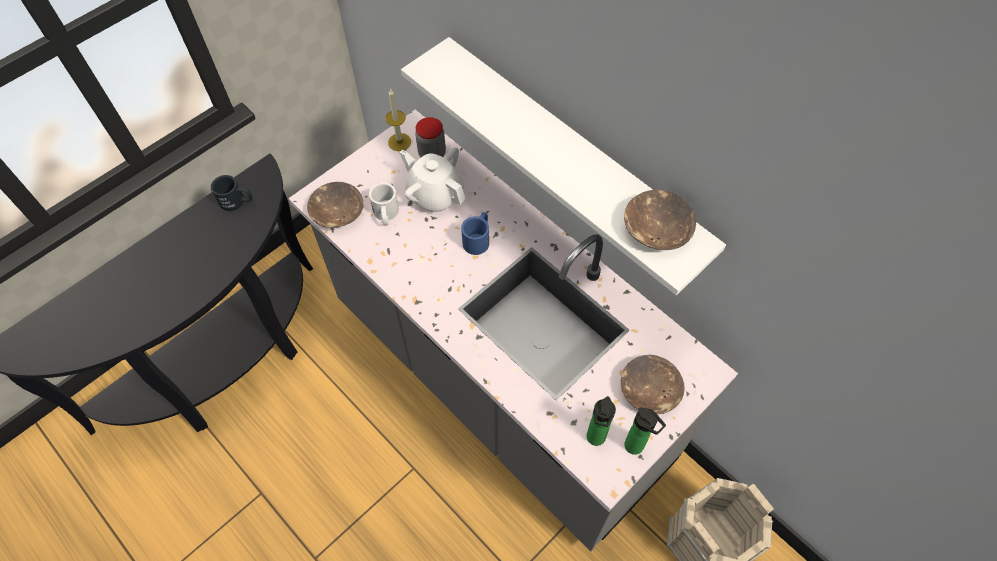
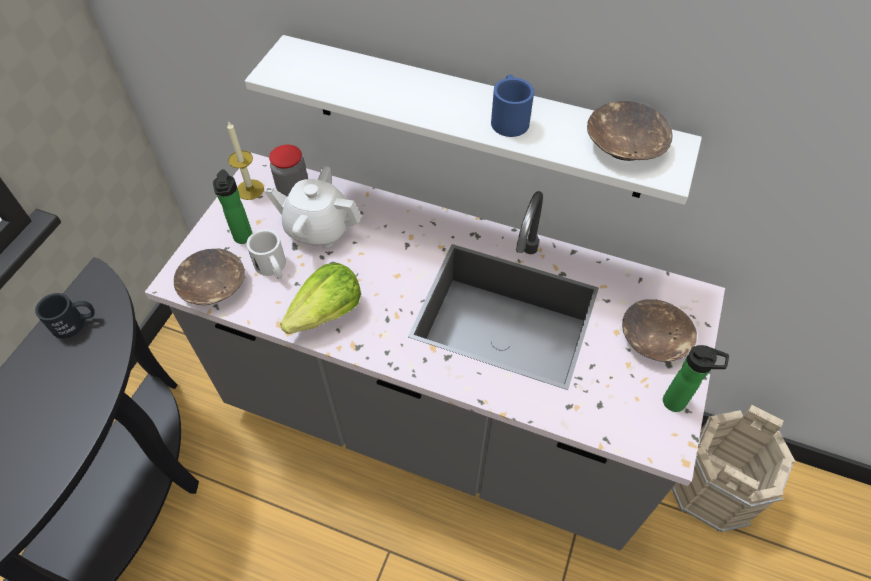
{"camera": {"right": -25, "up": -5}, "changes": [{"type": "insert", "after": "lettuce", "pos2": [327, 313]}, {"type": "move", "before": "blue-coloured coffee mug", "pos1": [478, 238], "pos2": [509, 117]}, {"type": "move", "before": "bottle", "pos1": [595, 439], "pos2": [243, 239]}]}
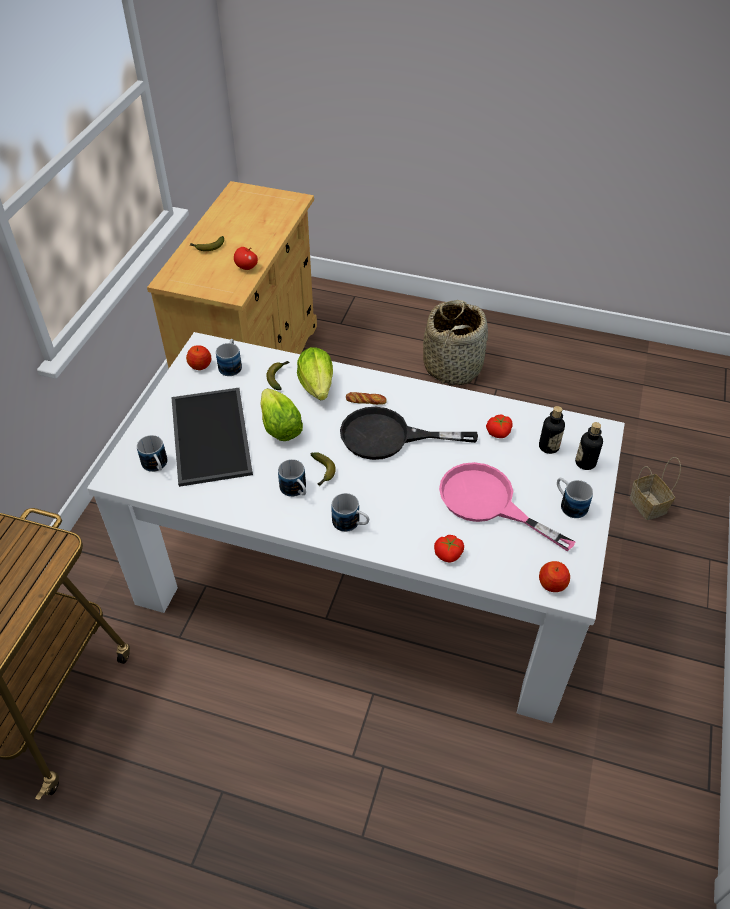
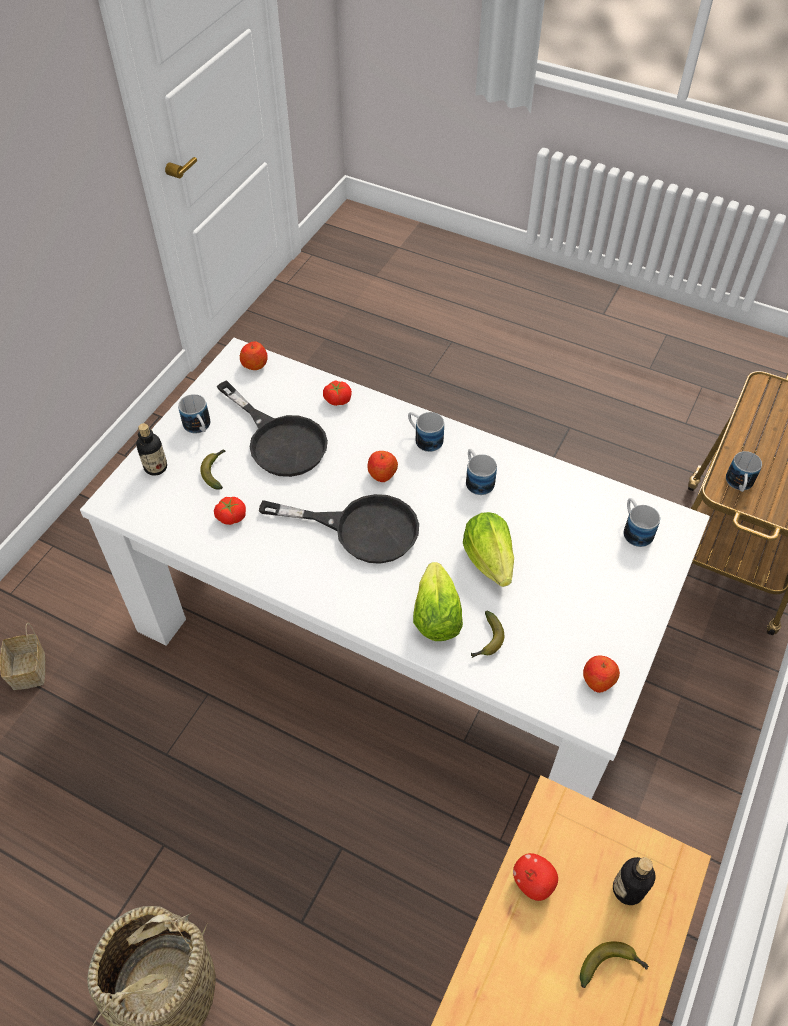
{"camera": {"right": -170, "up": 5}, "changes": [{"type": "delete", "before": "carrying tray", "pos1": [213, 436]}, {"type": "delete", "before": "baked bread", "pos1": [366, 401]}, {"type": "insert", "after": "apple fruit", "pos2": [382, 474]}, {"type": "move", "before": "coffee mug", "pos1": [231, 365], "pos2": [739, 485]}, {"type": "move", "before": "whole banana", "pos1": [322, 472], "pos2": [216, 471]}, {"type": "move", "before": "bottle", "pos1": [548, 447], "pos2": [628, 889]}, {"type": "recolor", "before": "pinkish skillet", "after": "black skillet", "pos1": [488, 503], "pos2": [279, 440]}]}
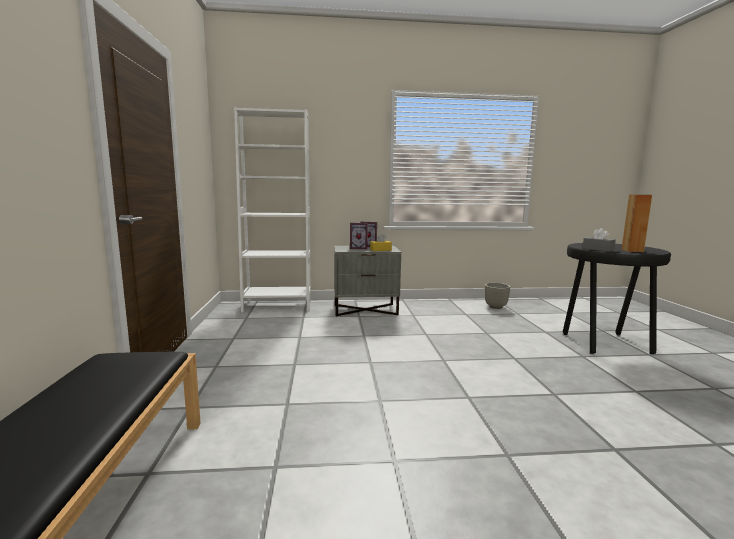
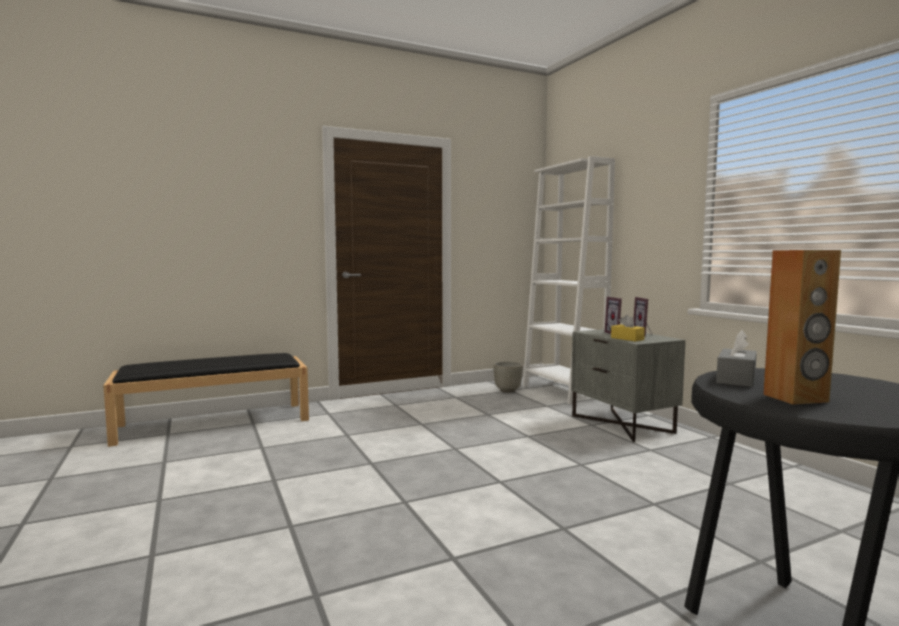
{"camera": {"right": 70, "up": -5}, "changes": [{"type": "move", "before": "greyish plant pot", "pos1": [495, 307], "pos2": [508, 390]}]}
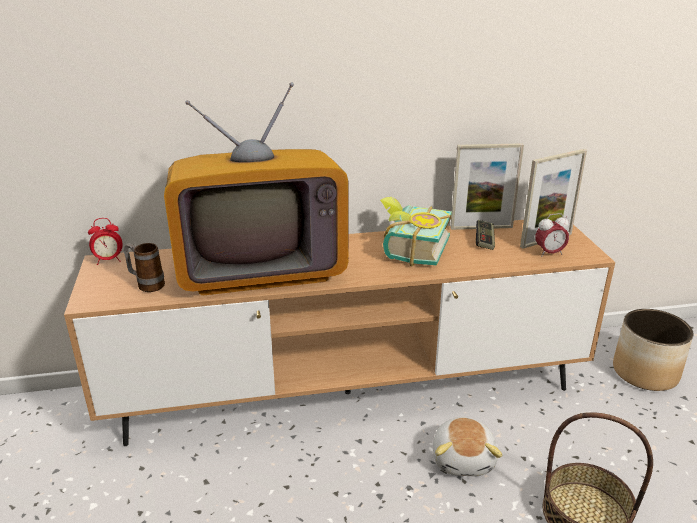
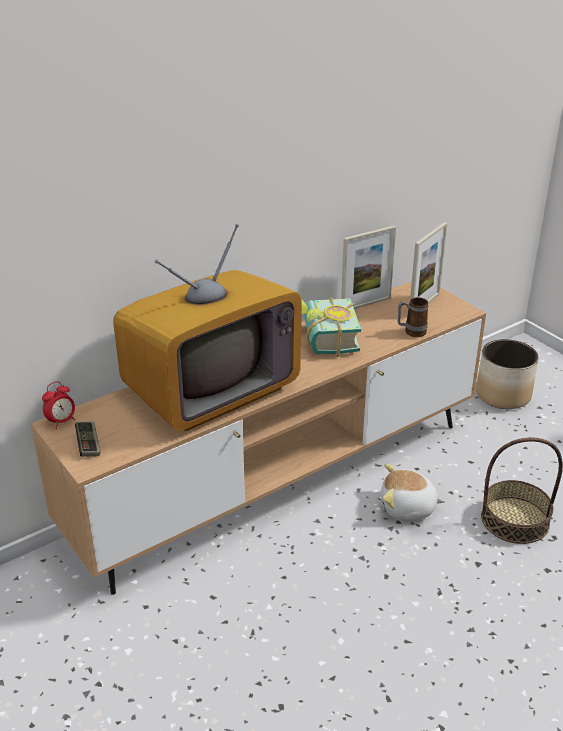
{"camera": {"right": -25, "up": 5}, "changes": [{"type": "delete", "before": "alarm clock", "pos1": [549, 253]}, {"type": "move", "before": "coffee mug", "pos1": [147, 285], "pos2": [411, 332]}, {"type": "move", "before": "game controller", "pos1": [484, 241], "pos2": [88, 445]}, {"type": "rotate", "before": "cuddly toy", "pos1": [464, 459], "pos2": [407, 508], "turn": 120}]}
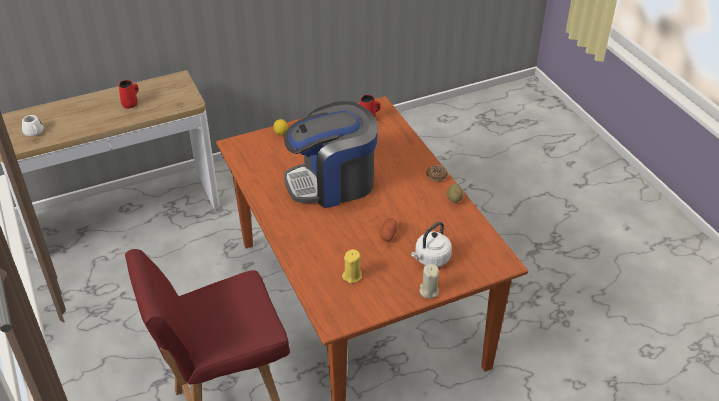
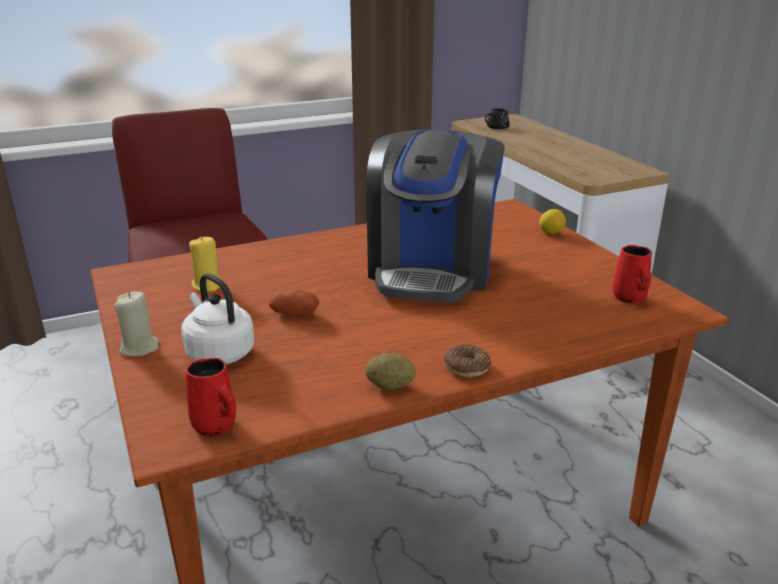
{"camera": {"right": 90, "up": -15}, "changes": [{"type": "move", "before": "red-coloured coffee mug", "pos1": [131, 104], "pos2": [216, 426]}, {"type": "recolor", "before": "whitish coffee mug", "after": "black coffee mug", "pos1": [34, 132], "pos2": [495, 127]}, {"type": "rotate", "before": "coffee machine", "pos1": [332, 183], "pos2": [431, 270], "turn": -150}]}
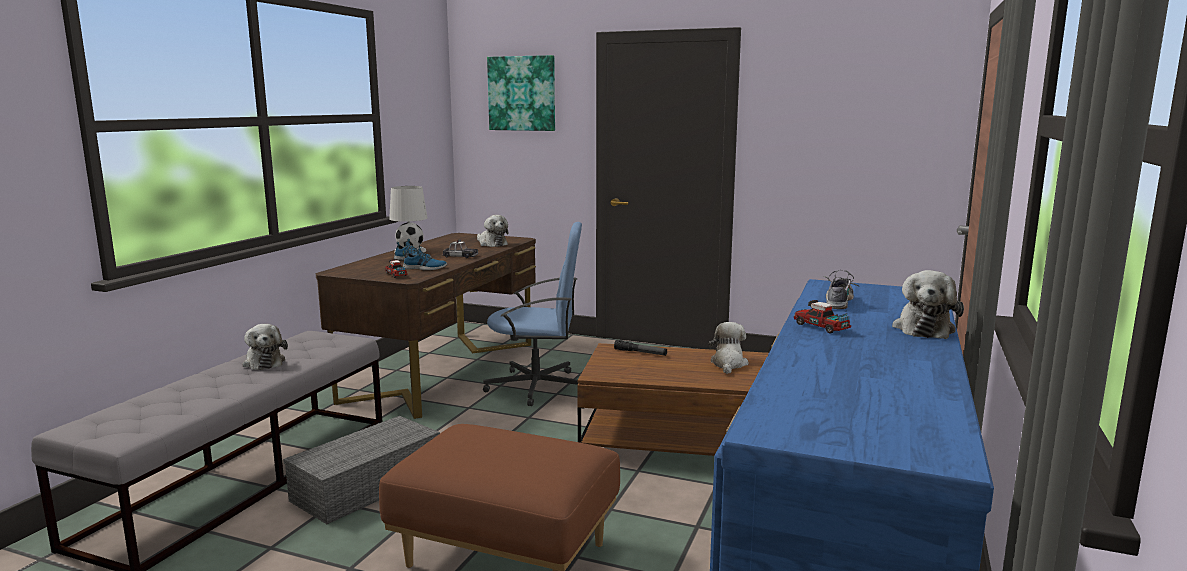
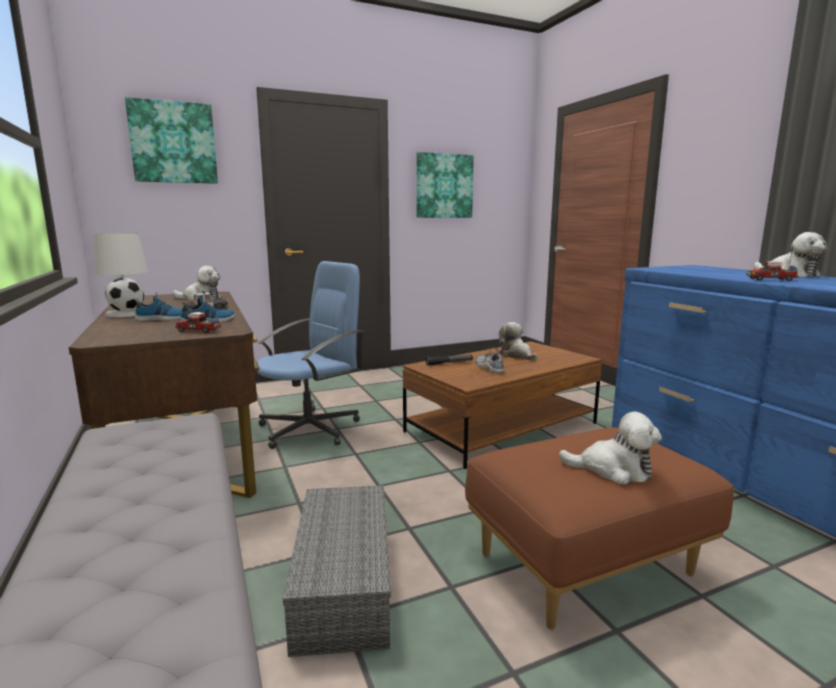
{"camera": {"right": -45, "up": 0}, "changes": [{"type": "insert", "after": "wall art", "pos2": [444, 186]}, {"type": "move", "before": "cuddly toy", "pos1": [264, 362], "pos2": [613, 470]}, {"type": "move", "before": "shoe", "pos1": [838, 302], "pos2": [489, 368]}]}
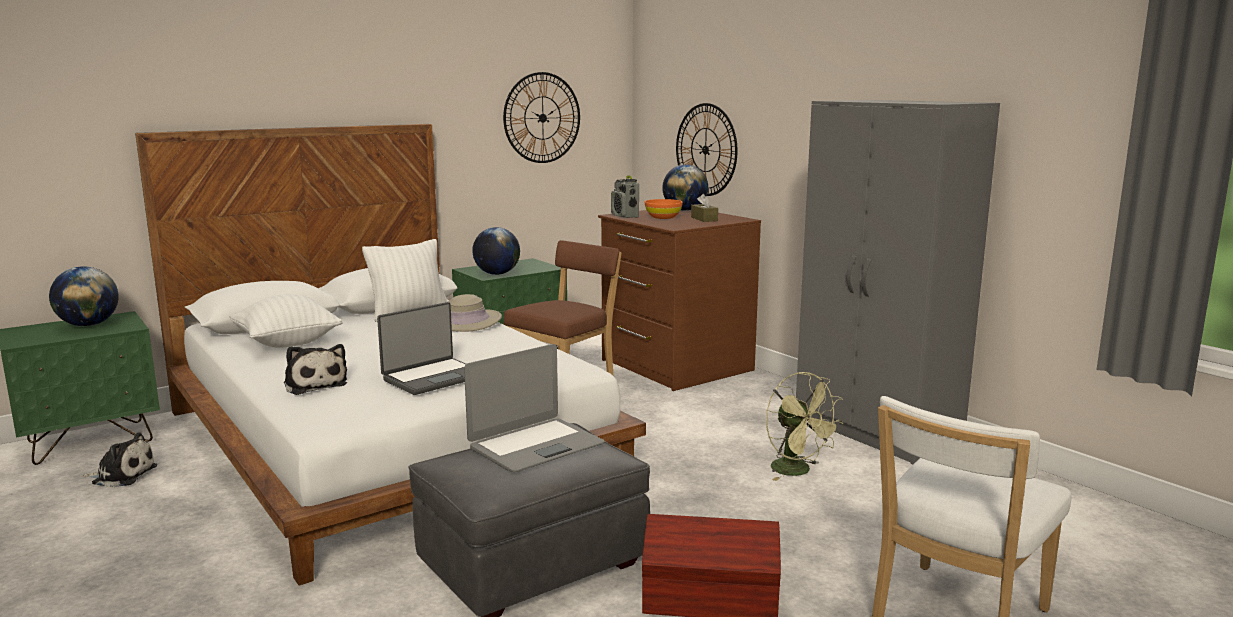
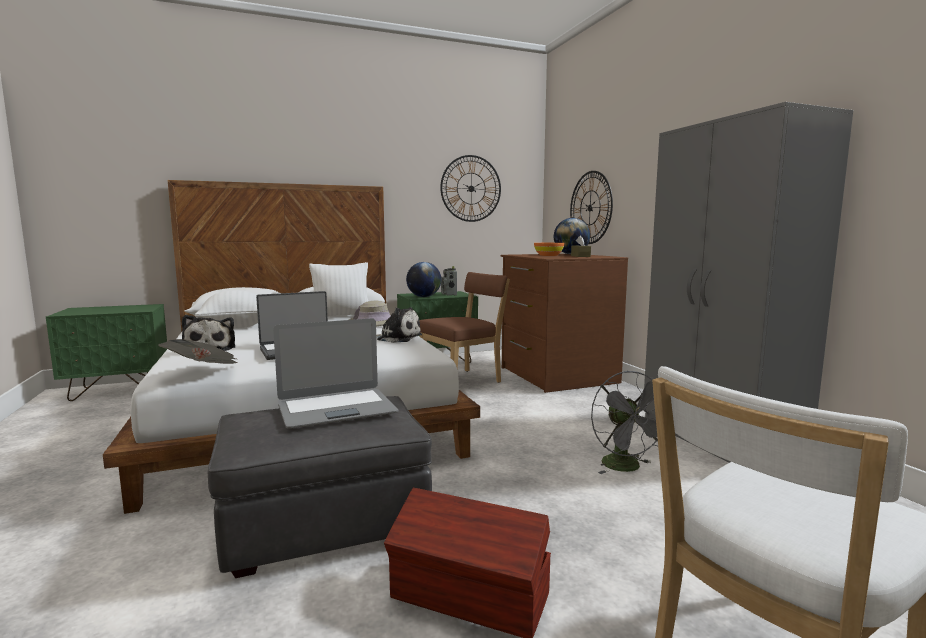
{"camera": {"right": 15, "up": -5}, "changes": [{"type": "delete", "before": "world globe", "pos1": [88, 325]}, {"type": "insert", "after": "printed paper", "pos2": [204, 372]}, {"type": "move", "before": "cuddly toy", "pos1": [122, 475], "pos2": [397, 338]}, {"type": "move", "before": "radio", "pos1": [625, 216], "pos2": [449, 294]}, {"type": "recolor", "before": "greenish electric fan", "after": "greyish electric fan", "pos1": [798, 471], "pos2": [627, 468]}]}
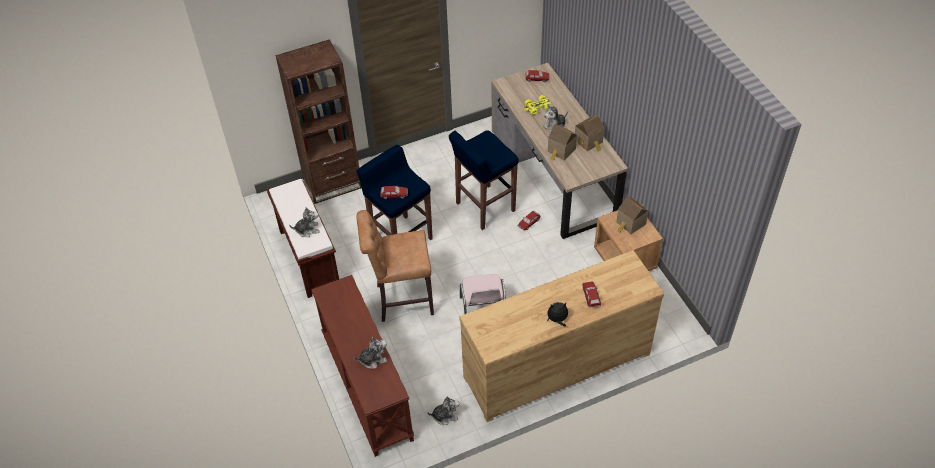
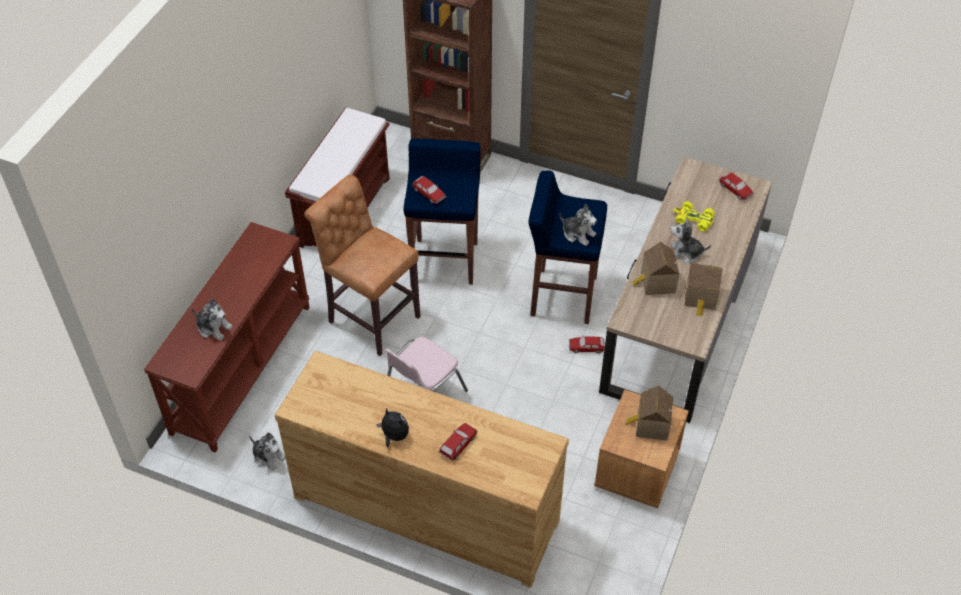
{"camera": {"right": 45, "up": 0}, "changes": [{"type": "move", "before": "cuddly toy", "pos1": [307, 229], "pos2": [578, 234]}]}
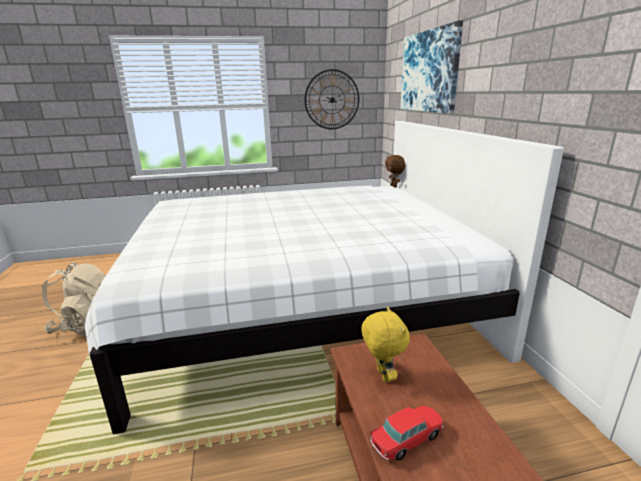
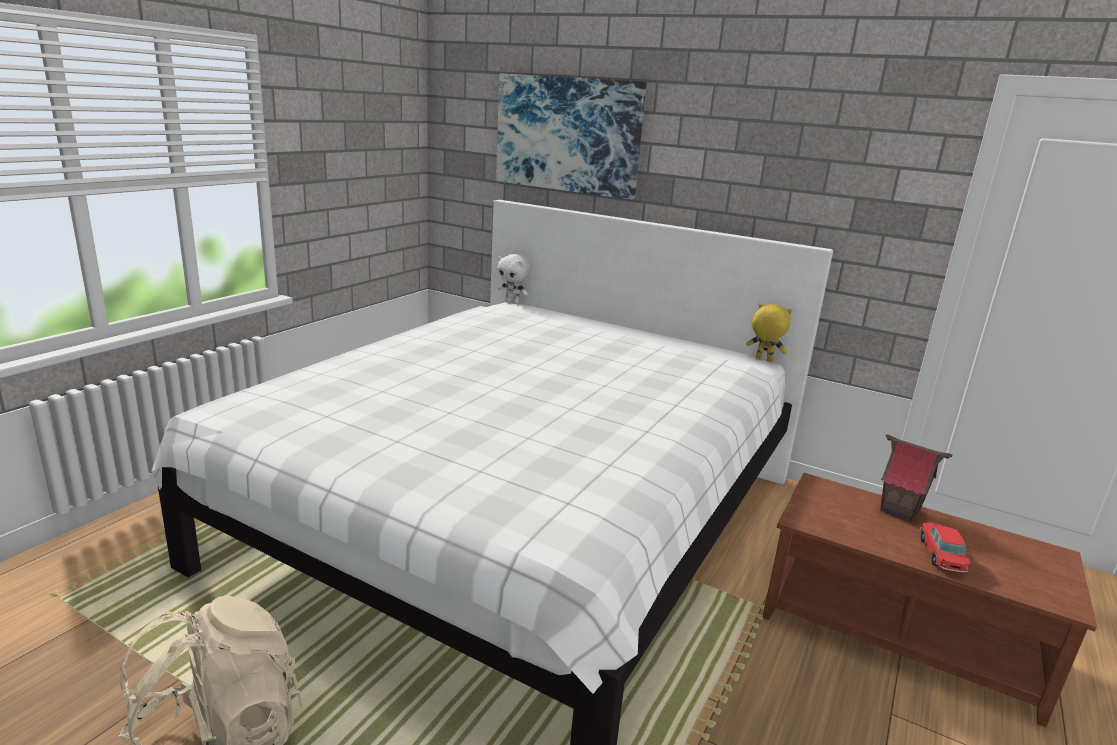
{"camera": {"right": -50, "up": 0}, "changes": [{"type": "delete", "before": "clock on the wall", "pos1": [332, 100]}, {"type": "insert", "after": "miniature house", "pos2": [899, 510]}, {"type": "move", "before": "yellow cuddly toy", "pos1": [382, 375], "pos2": [763, 360]}, {"type": "recolor", "before": "brownish cuddly toy", "after": "whitish cuddly toy", "pos1": [394, 186], "pos2": [512, 302]}]}
